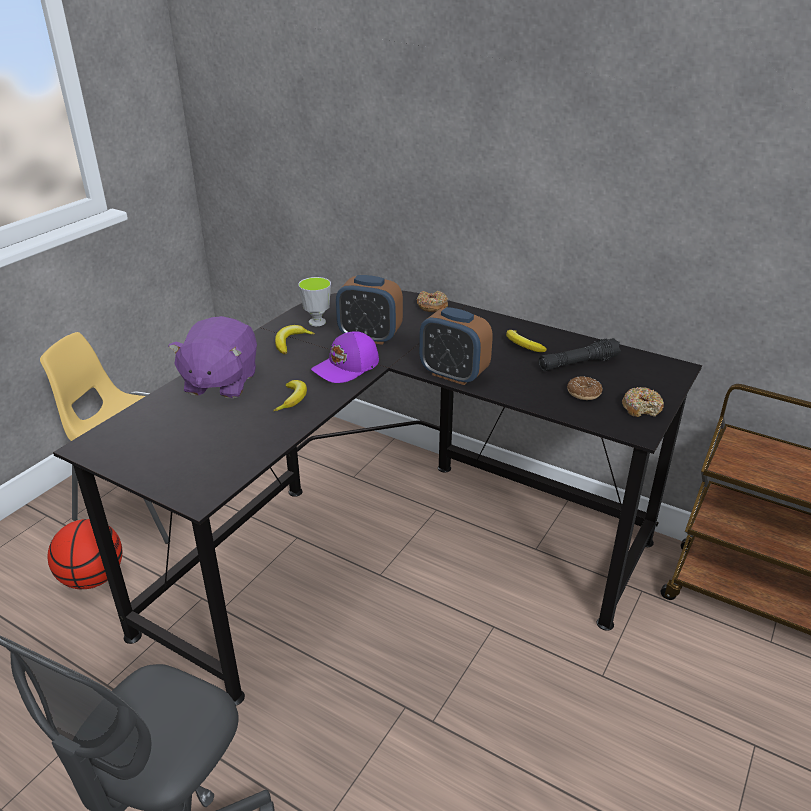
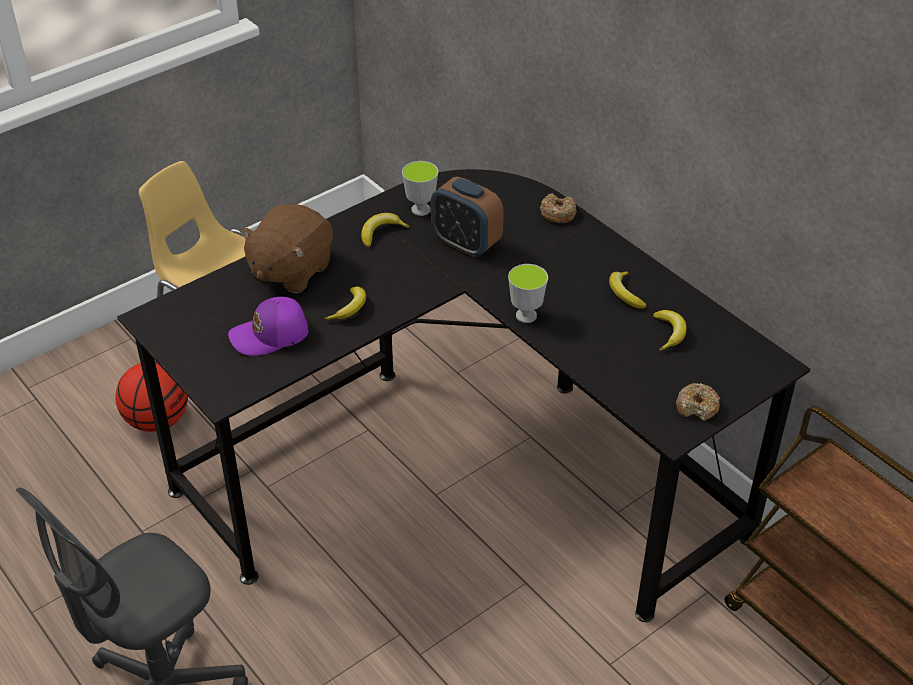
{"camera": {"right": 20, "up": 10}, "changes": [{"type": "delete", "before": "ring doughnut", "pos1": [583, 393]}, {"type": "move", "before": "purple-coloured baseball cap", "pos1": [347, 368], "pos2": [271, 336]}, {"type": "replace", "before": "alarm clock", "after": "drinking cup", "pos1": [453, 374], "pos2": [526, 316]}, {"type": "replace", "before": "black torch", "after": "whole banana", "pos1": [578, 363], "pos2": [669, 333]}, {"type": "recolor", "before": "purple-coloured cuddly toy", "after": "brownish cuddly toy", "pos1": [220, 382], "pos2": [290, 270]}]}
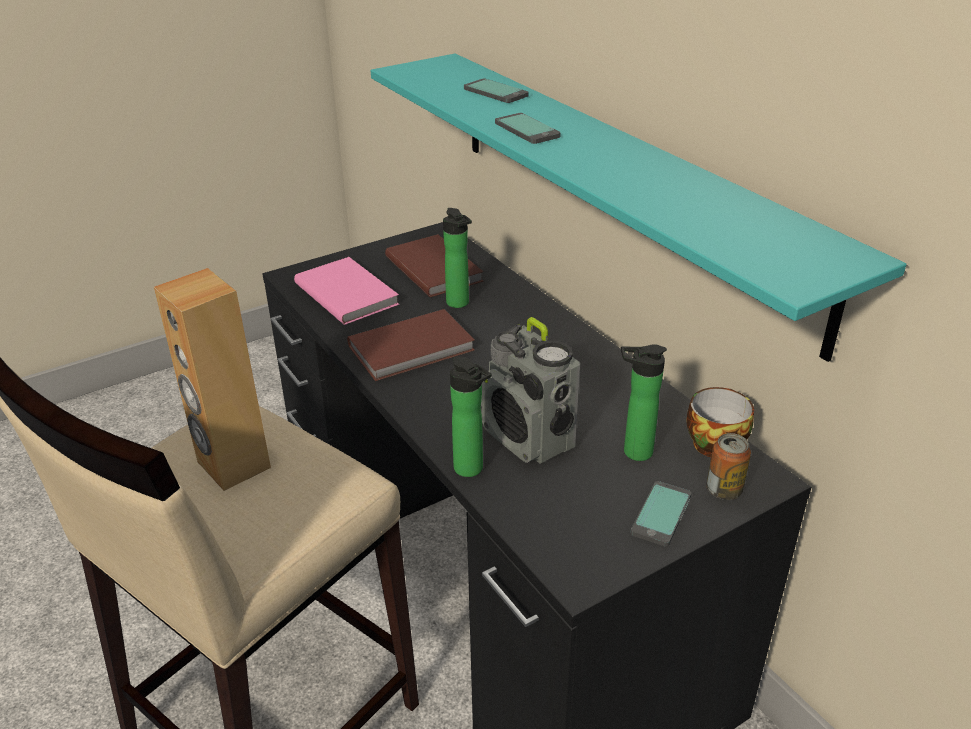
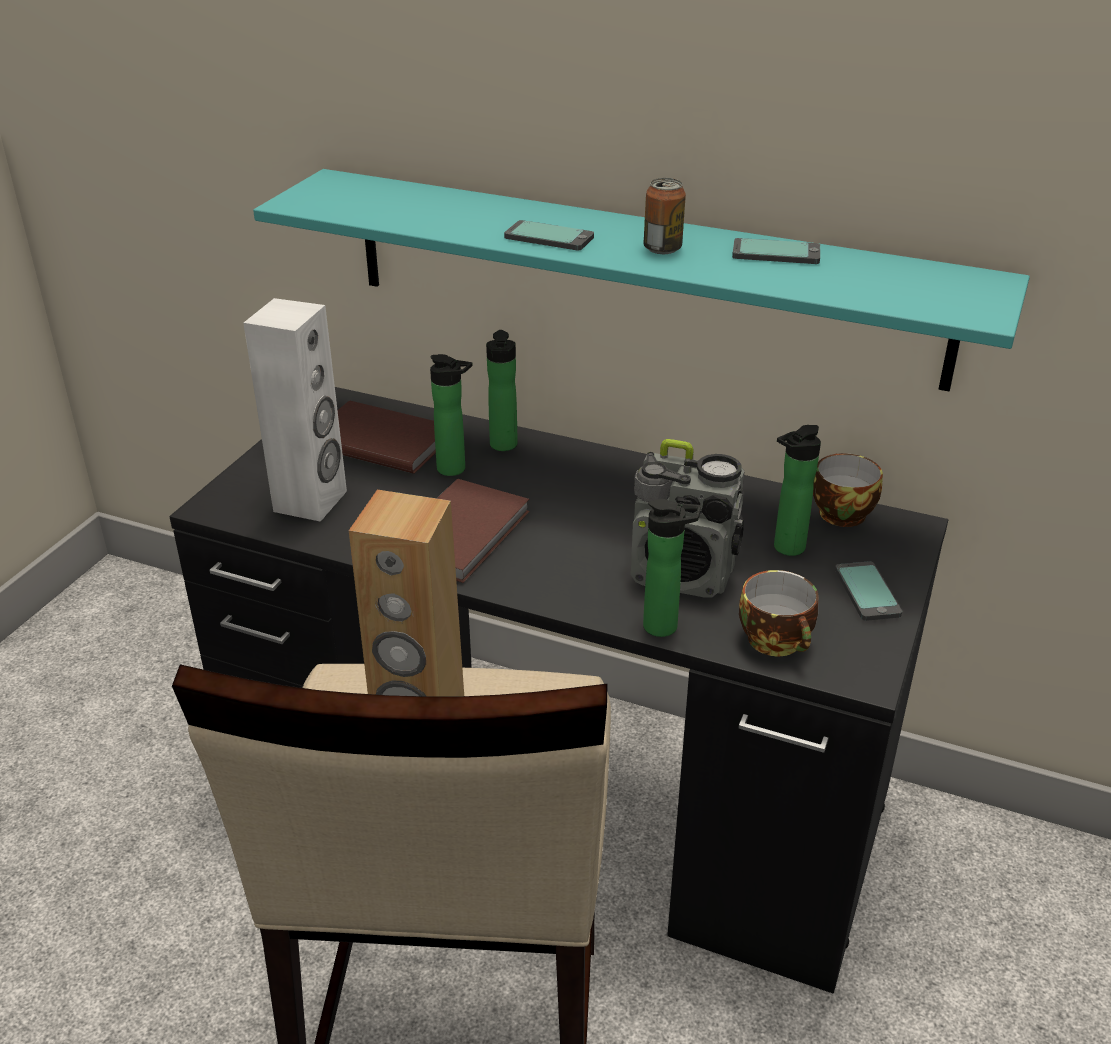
{"camera": {"right": -35, "up": 0}, "changes": [{"type": "insert", "after": "bottle", "pos2": [503, 447]}, {"type": "insert", "after": "drinking cup", "pos2": [778, 641]}, {"type": "move", "before": "handset", "pos1": [496, 92], "pos2": [776, 253]}, {"type": "move", "before": "can", "pos1": [724, 490], "pos2": [662, 249]}, {"type": "replace", "before": "pinkish bound book", "after": "whitish loudspeaker", "pos1": [348, 293], "pos2": [311, 501]}]}
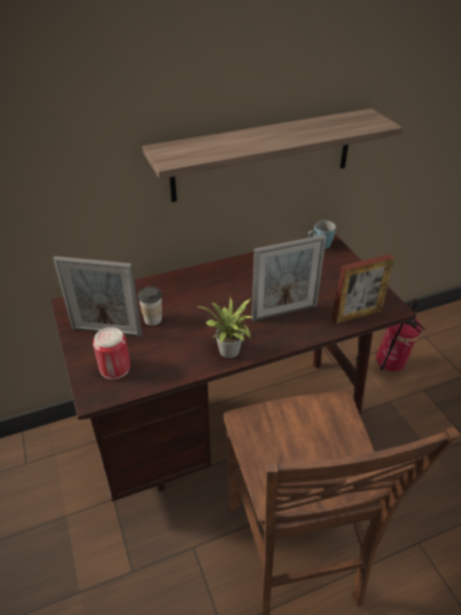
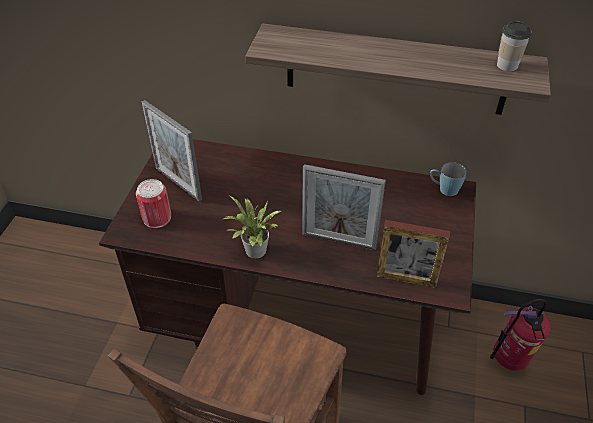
{"camera": {"right": 35, "up": 5}, "changes": [{"type": "move", "before": "drinking cup", "pos1": [153, 319], "pos2": [507, 65]}]}
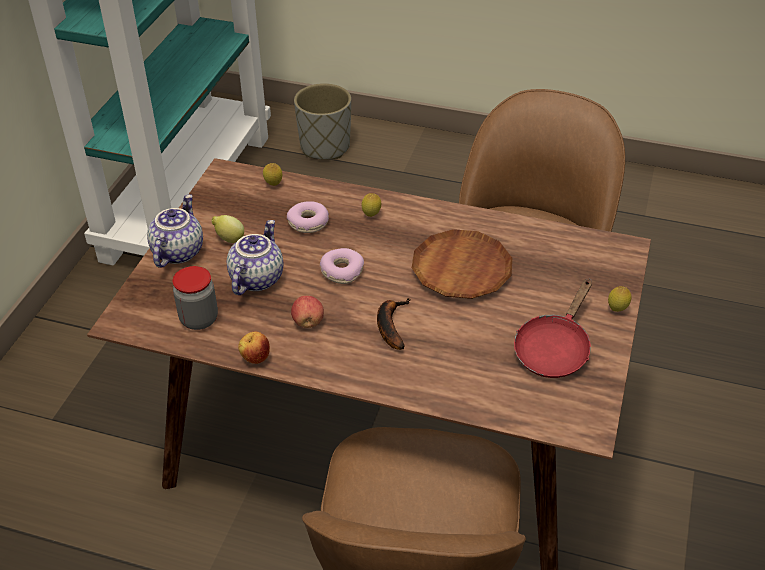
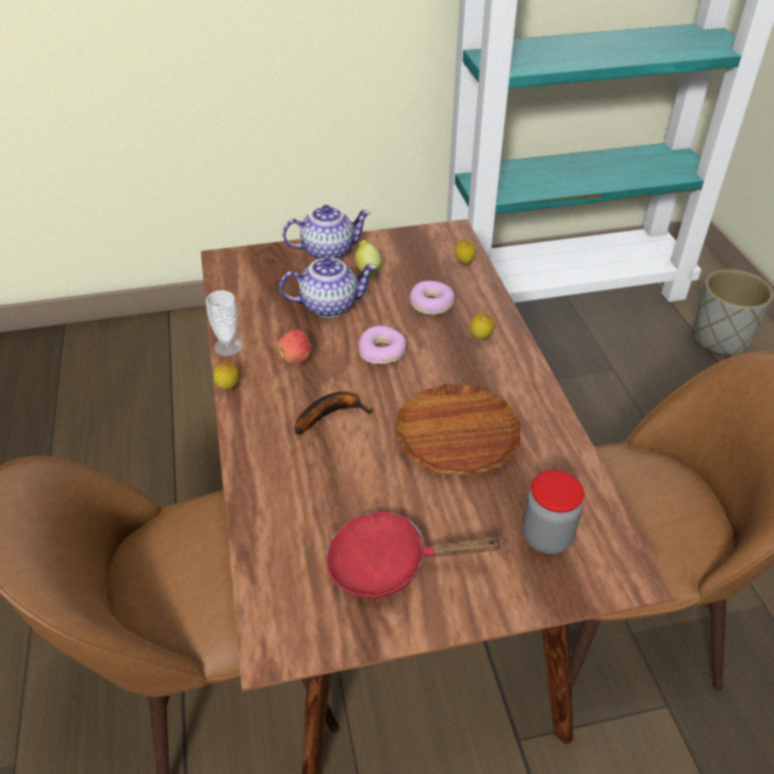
{"camera": {"right": 60, "up": 0}, "changes": [{"type": "move", "before": "storage jar", "pos1": [199, 319], "pos2": [546, 537]}, {"type": "move", "before": "whole lemon", "pos1": [617, 310], "pos2": [228, 388]}, {"type": "replace", "before": "apple fruit", "after": "drinking cup", "pos1": [255, 358], "pos2": [228, 346]}]}
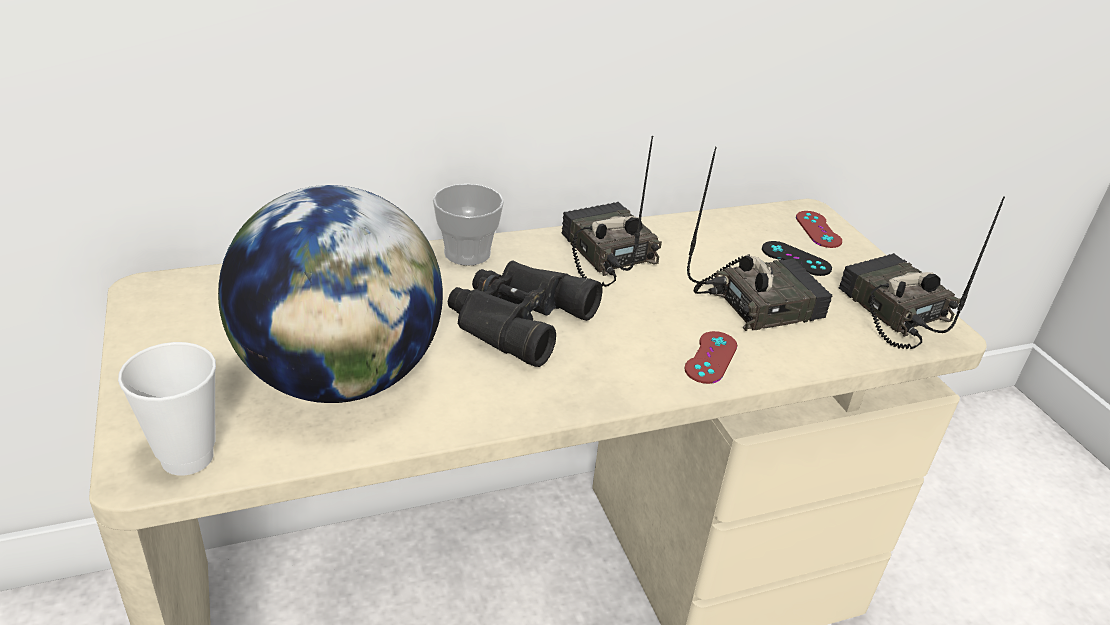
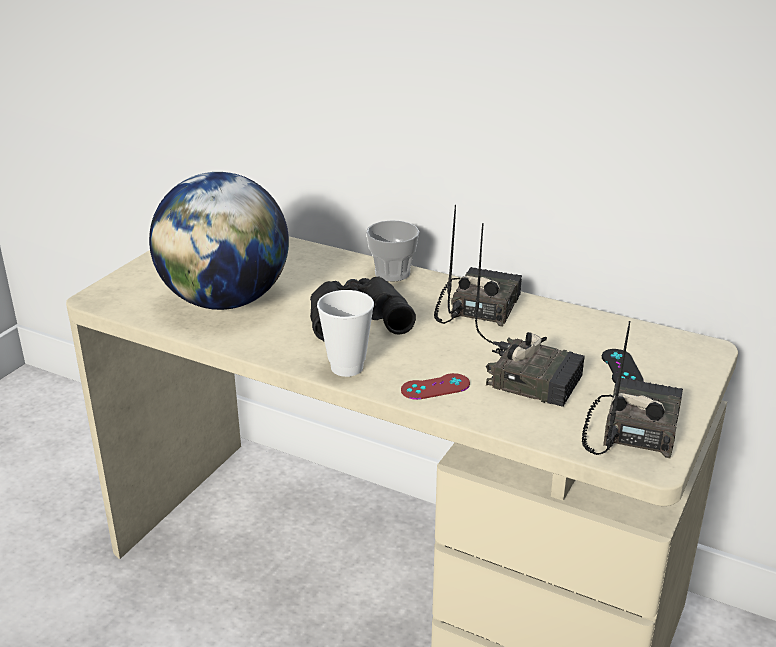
{"camera": {"right": 50, "up": -5}, "changes": [{"type": "delete", "before": "red-coloured game controller", "pos1": [818, 229]}, {"type": "move", "before": "drinking cup", "pos1": [187, 457], "pos2": [347, 367]}]}
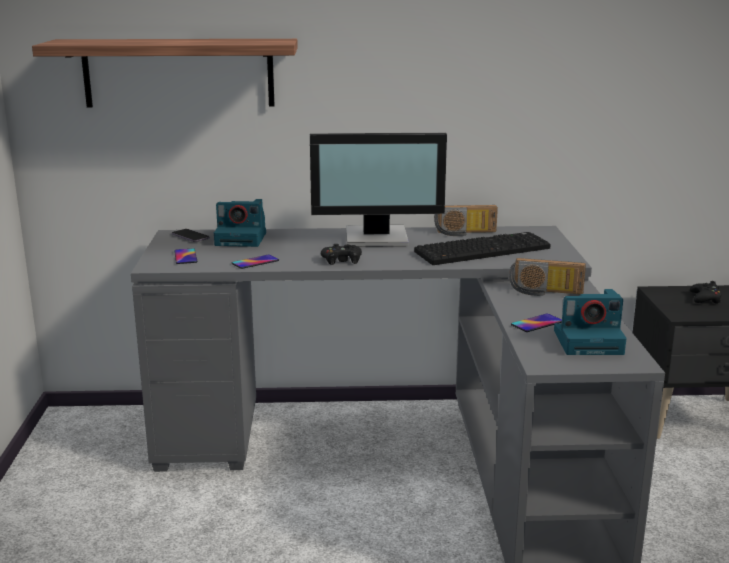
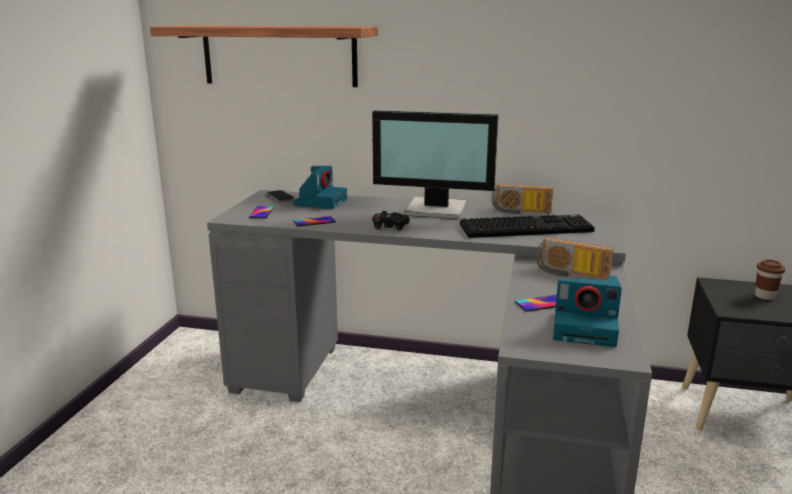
{"camera": {"right": 15, "up": 0}, "changes": [{"type": "replace", "before": "black game controller", "after": "brownish drinking cup", "pos1": [705, 299], "pos2": [764, 296]}, {"type": "rotate", "before": "still camera", "pos1": [242, 239], "pos2": [320, 201], "turn": -90}]}
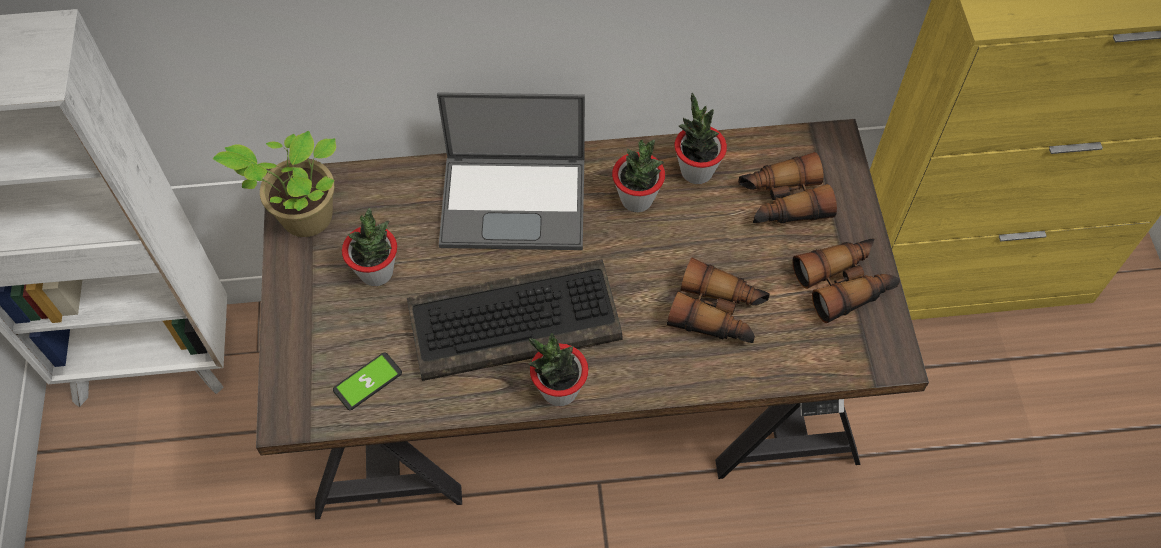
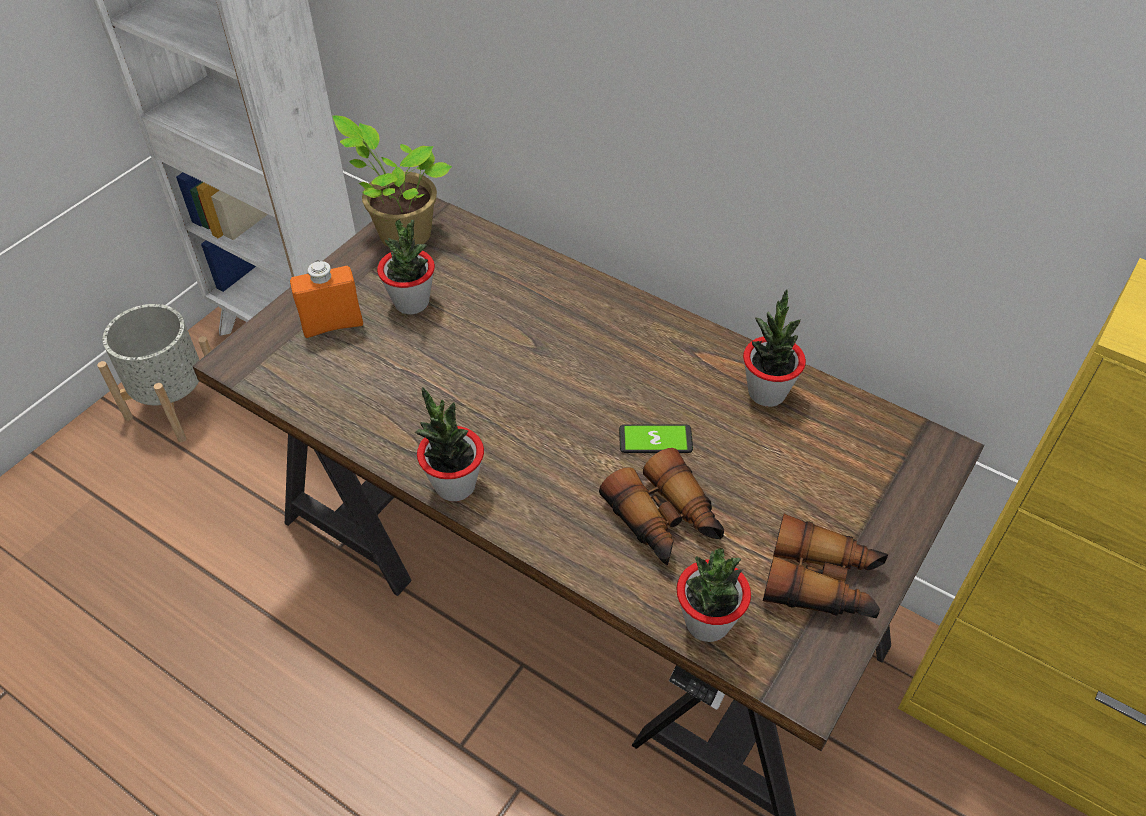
{"camera": {"right": 40, "up": -10}, "changes": [{"type": "delete", "before": "PC keyboard", "pos1": [516, 319]}, {"type": "delete", "before": "laptop", "pos1": [515, 201]}, {"type": "delete", "before": "binoculars", "pos1": [782, 201]}, {"type": "insert", "after": "greyish plant pot", "pos2": [176, 405]}, {"type": "insert", "after": "orangey bottle", "pos2": [332, 325]}, {"type": "move", "before": "handset", "pos1": [367, 381], "pos2": [655, 440]}, {"type": "move", "before": "plant in a pot", "pos1": [637, 199], "pos2": [707, 622]}]}
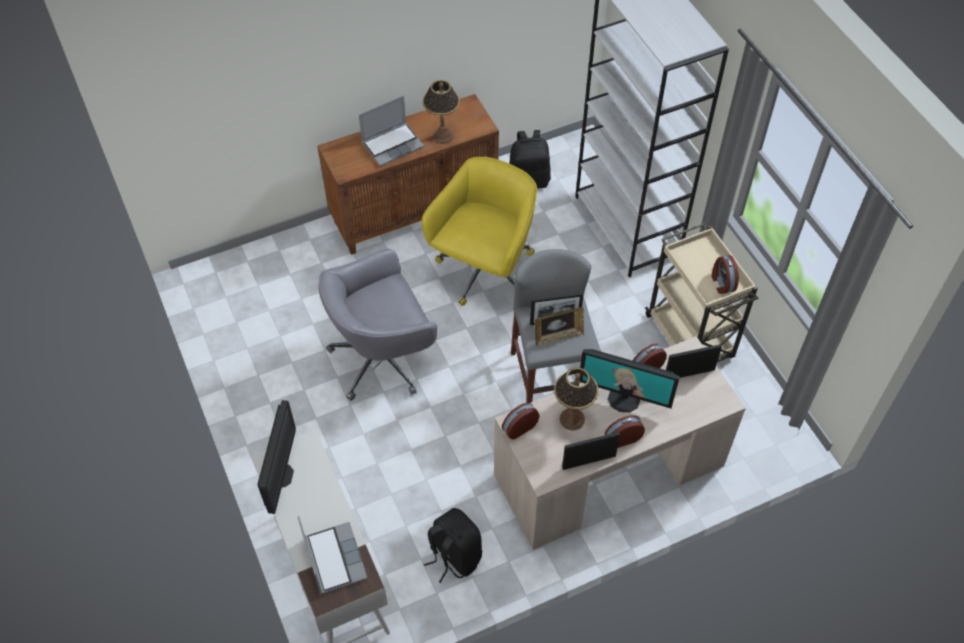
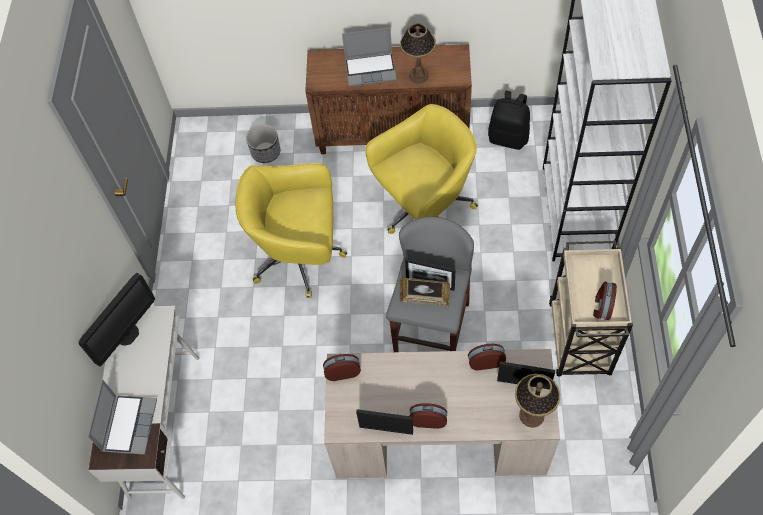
{"camera": {"right": 30, "up": 5}, "changes": [{"type": "delete", "before": "black knapsack", "pos1": [454, 556]}, {"type": "delete", "before": "computer screen", "pos1": [624, 399]}, {"type": "insert", "after": "plant pot", "pos2": [266, 152]}, {"type": "move", "before": "table lamp", "pos1": [572, 419], "pos2": [531, 415]}, {"type": "recolor", "before": "greyish desk chair", "after": "yellow desk chair", "pos1": [383, 358], "pos2": [300, 256]}]}
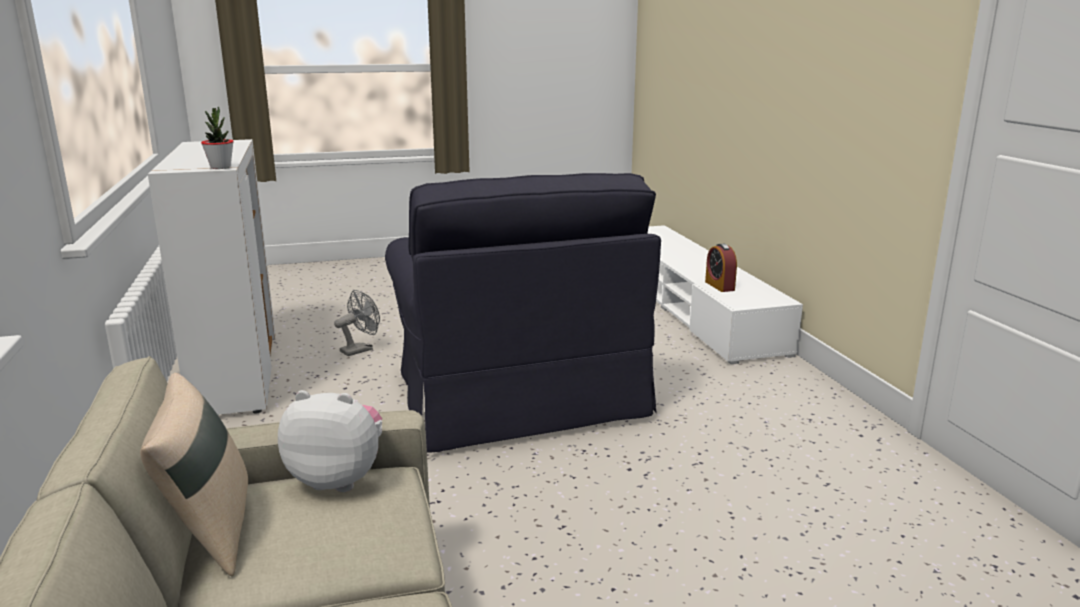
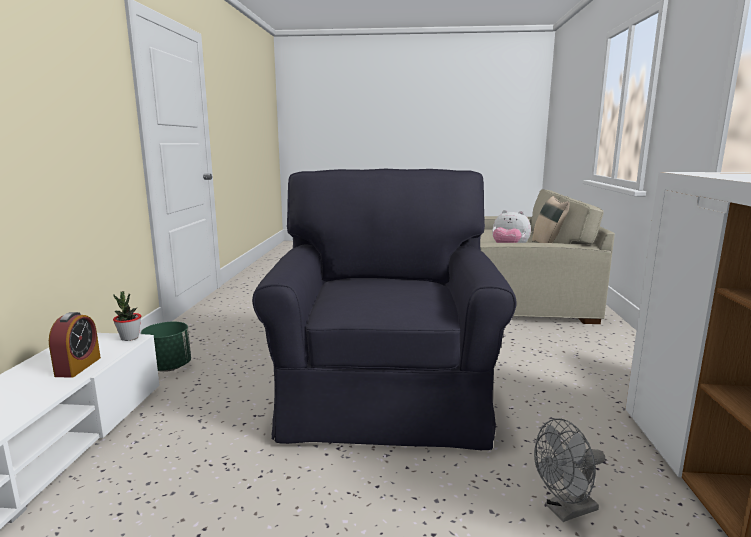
{"camera": {"right": -160, "up": -5}, "changes": [{"type": "insert", "after": "greenish plant pot", "pos2": [168, 367]}, {"type": "move", "before": "plant in a pot", "pos1": [220, 167], "pos2": [129, 338]}]}
